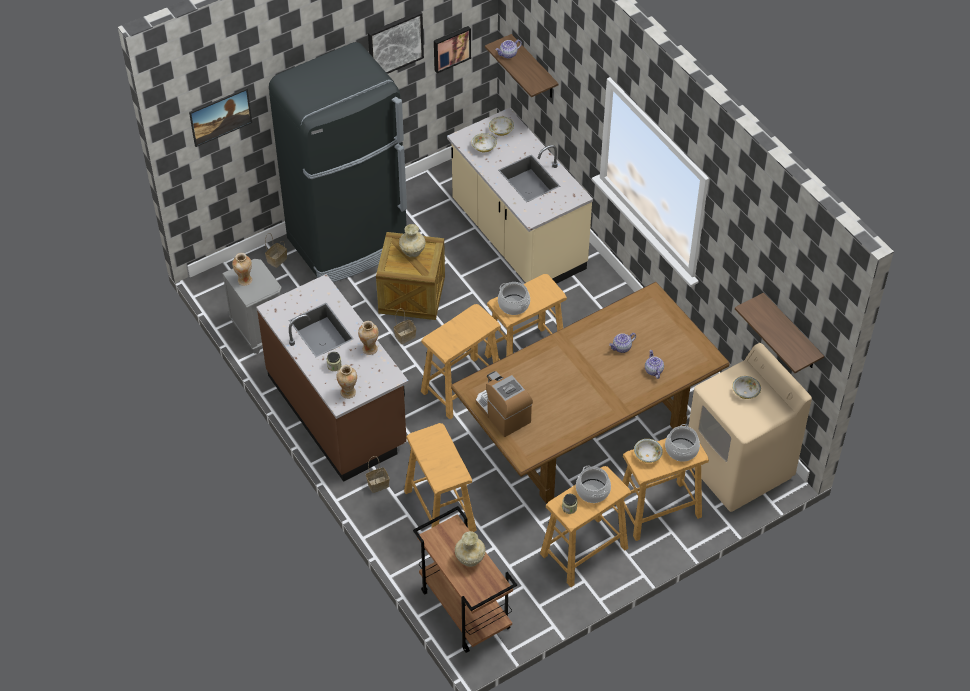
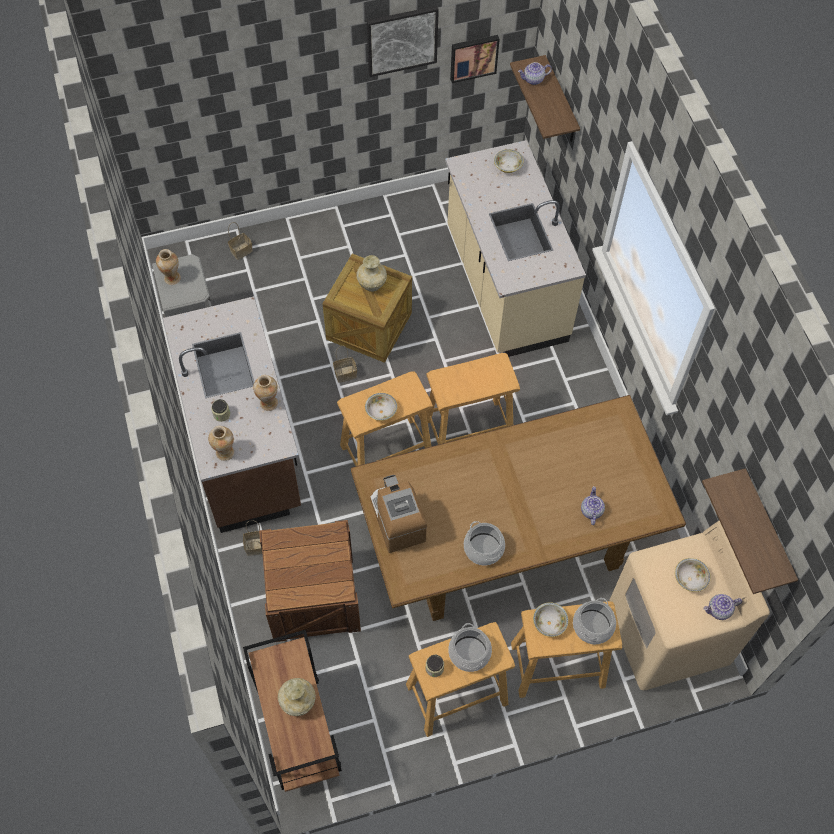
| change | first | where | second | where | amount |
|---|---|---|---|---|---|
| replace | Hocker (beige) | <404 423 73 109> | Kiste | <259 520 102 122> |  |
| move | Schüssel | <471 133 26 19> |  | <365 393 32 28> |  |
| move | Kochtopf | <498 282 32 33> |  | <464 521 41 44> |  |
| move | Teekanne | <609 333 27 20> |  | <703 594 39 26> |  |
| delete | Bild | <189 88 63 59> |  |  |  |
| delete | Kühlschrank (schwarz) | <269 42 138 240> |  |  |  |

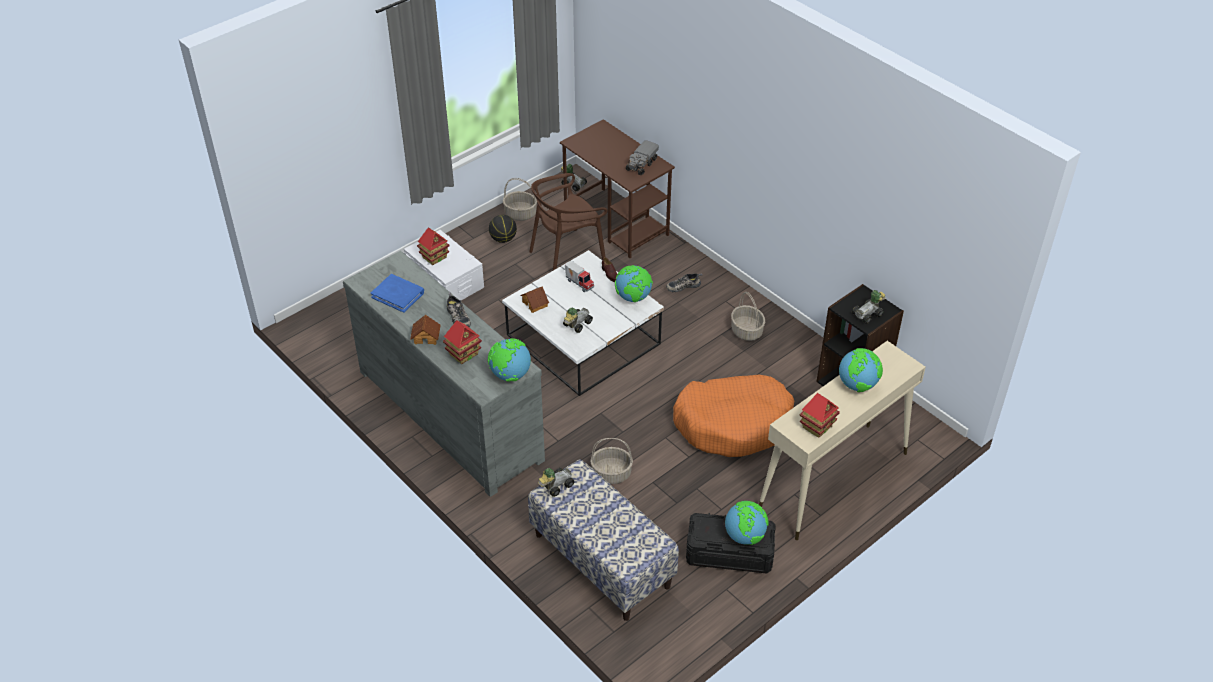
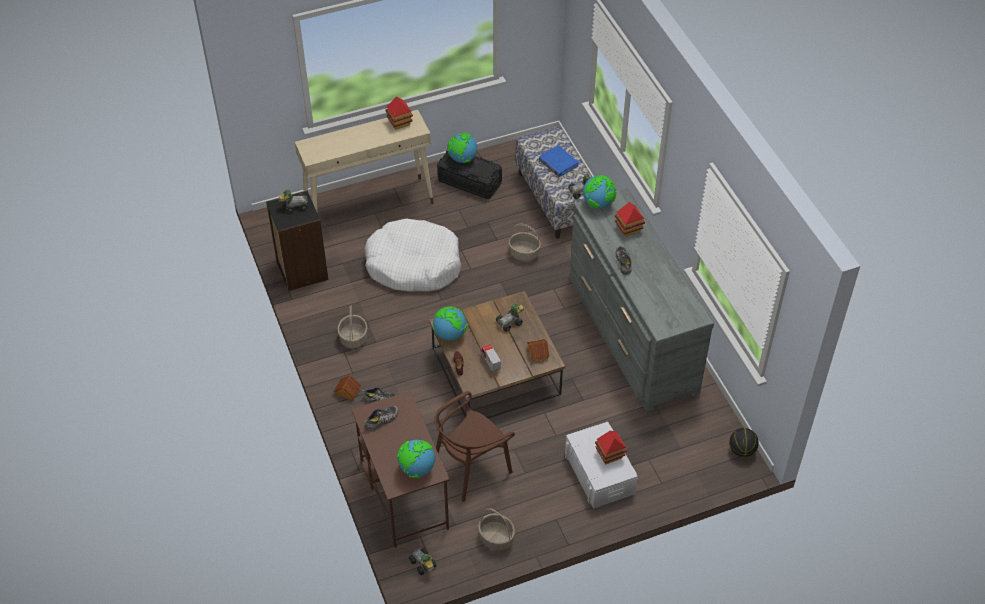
| change | first | where | second | where | amount |
|---|---|---|---|---|---|
| move | Spielzeughaus | <410 314 31 31> |  | <334 375 27 25> |  |
| recolor | Hundebett (orange) | <673 375 121 82> | Hundebett (weiß) | <364 218 97 74> |  |
| replace | Spielzeuglaster | <626 140 33 35> | Schuh | <364 406 35 24> |  |
| move | Globus | <839 348 44 44> |  | <397 440 38 38> |  |
| recolor | Couchtisch (weiß) | <502 250 162 146> | Couchtisch (braun) | <429 291 136 127> |  |
| rotate | Stuhl (braun) | <529 173 78 97> |  | <434 391 81 111> | 150 degrees clockwise |
| move | Buch (blau) | <371 274 53 39> |  | <539 145 40 32> |  |
| move | Basketball | <489 215 28 28> |  | <729 428 30 29> |  |

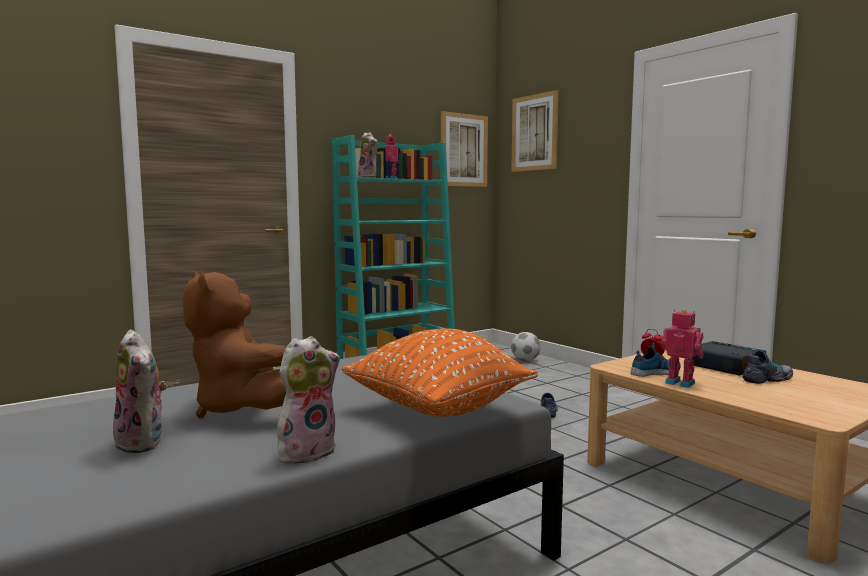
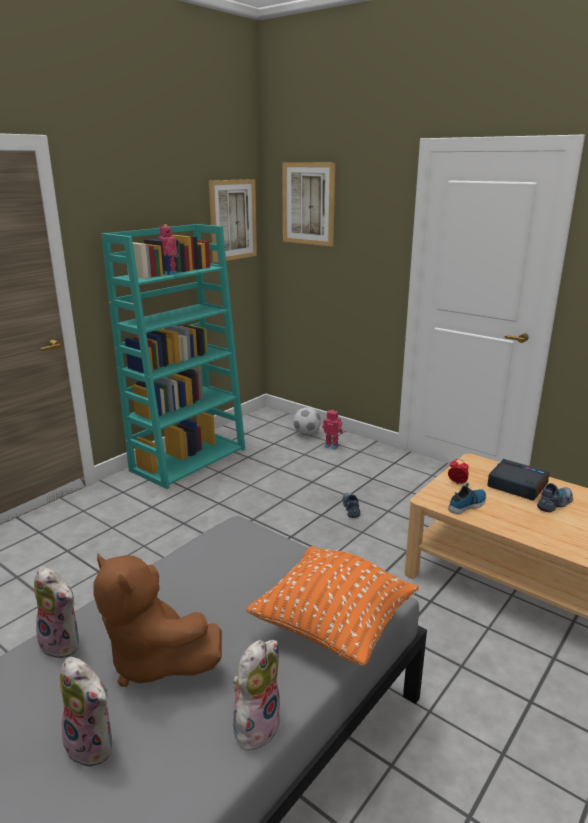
| change | first | where | second | where | amount |
|---|---|---|---|---|---|
| move | Plüschtier | <358 132 20 46> |  | <34 566 45 93> |  |
| move | Spielzeugroboter | <661 309 42 79> |  | <322 410 21 40> |  |

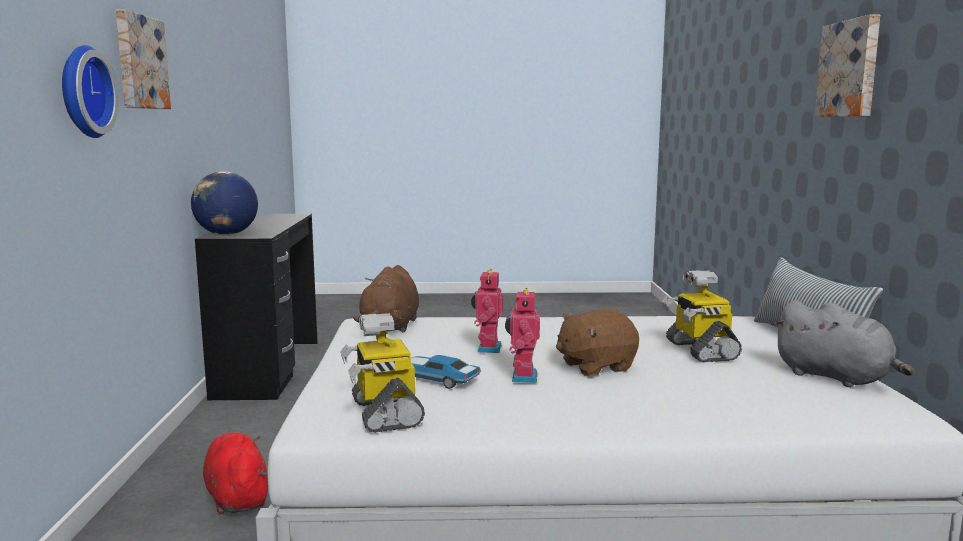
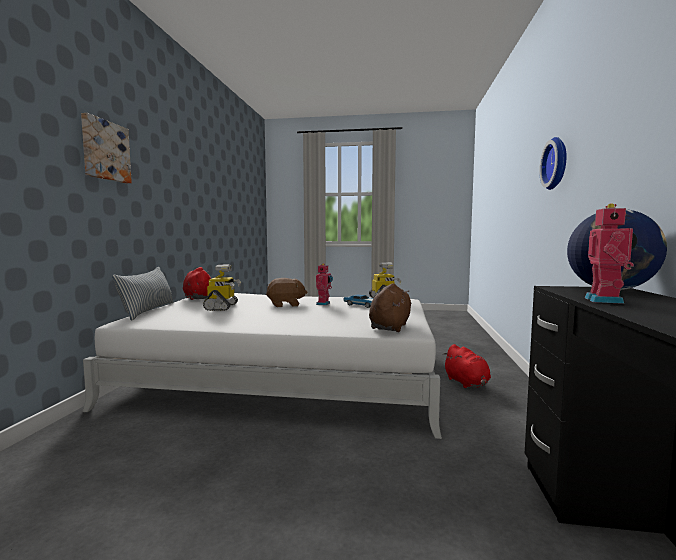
| change | first | where | second | where | amount |
|---|---|---|---|---|---|
| recolor | Plüschtier (grau) | <773 300 141 87> | Plüschtier (rot) | <183 267 28 33> |  |
| move | Spielzeugroboter | <471 269 32 84> |  | <585 203 53 101> |  |
| delete | Bild | <116 10 55 99> |  |  |  |

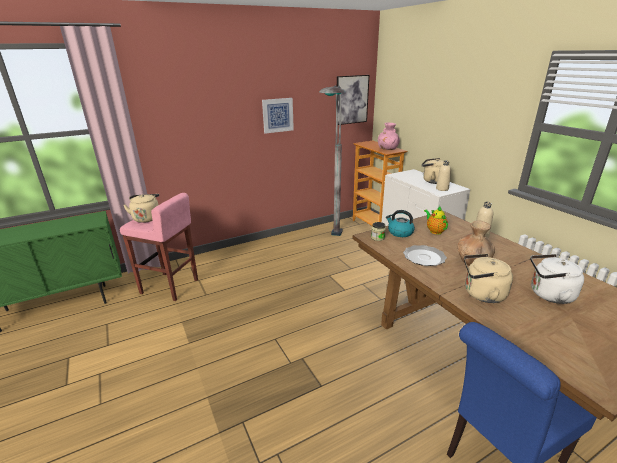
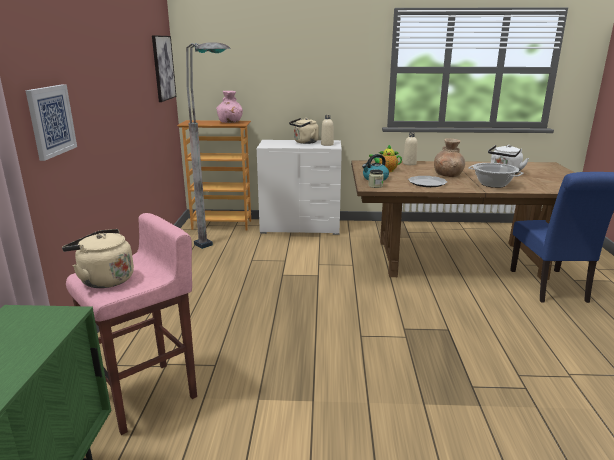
| change | first | where | second | where | amount |
|---|---|---|---|---|---|
| move | Bild | <262 98 32 36> |  | <25 84 52 77> |  |
| replace | Wasserkessel (beige) | <464 253 49 50> | Kochtopf | <468 163 55 25> |  |

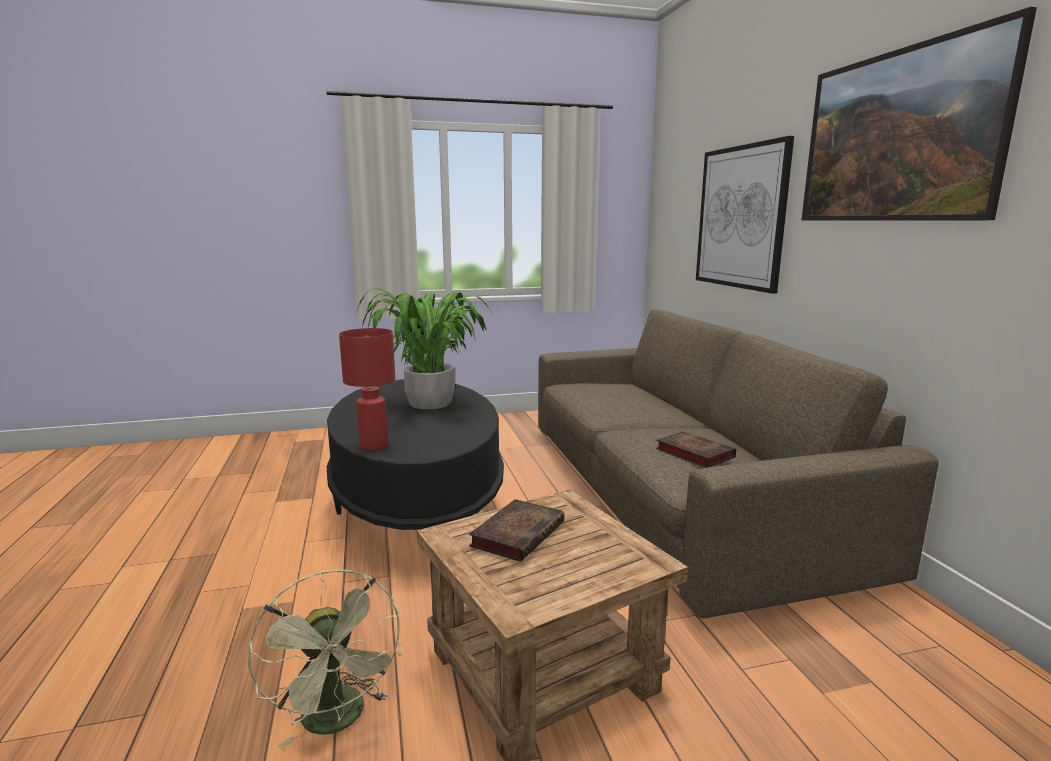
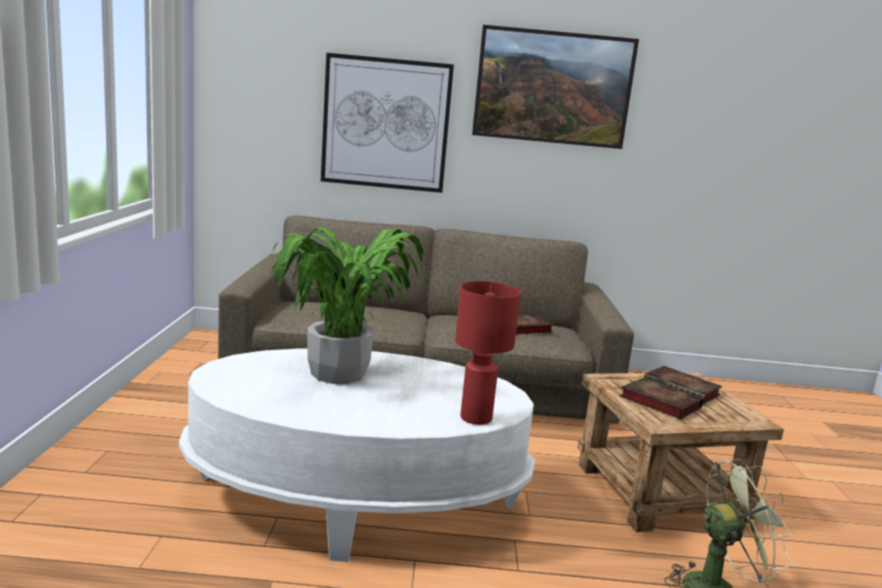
| change | first | where | second | where | amount |
|---|---|---|---|---|---|
| recolor | Couchtisch (schwarz) | <327 379 177 151> | Couchtisch (weiß) | <179 348 356 214> |  |
| insert |  |  | Buch | <644 366 78 38> |  |

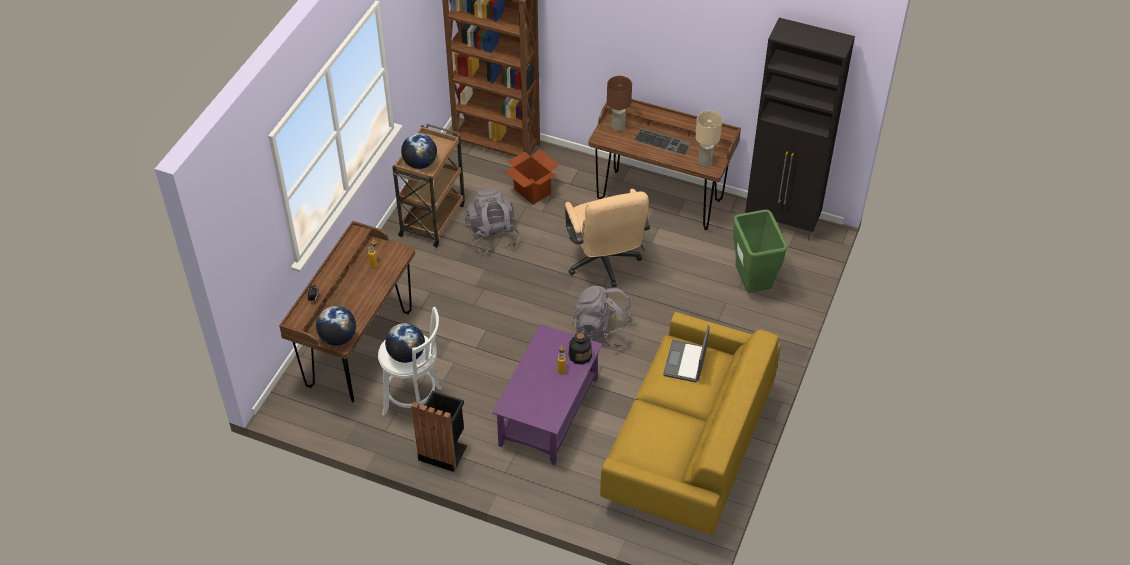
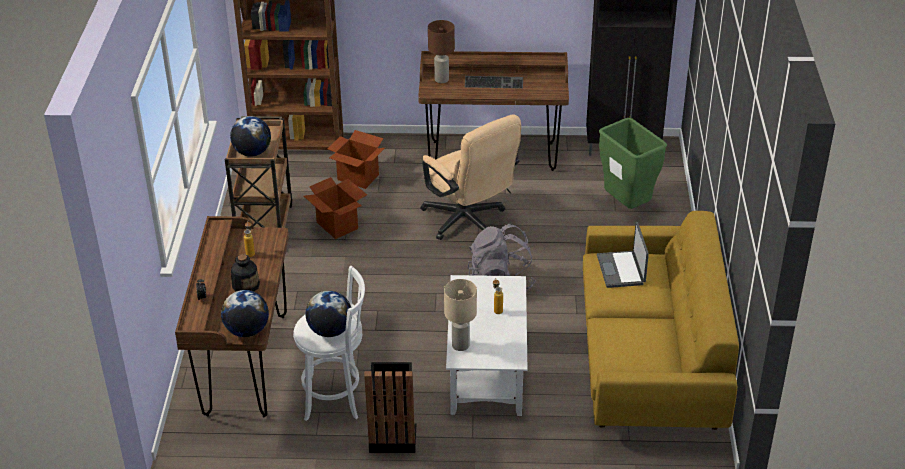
| change | first | where | second | where | amount |
|---|---|---|---|---|---|
| move | Flasche | <569 332 23 33> |  | <231 254 29 38> |  |
| replace | Rucksack (grau) | <464 188 56 66> | Karton | <304 177 63 62> |  |
| move | Tischlampe (beige) | <695 111 27 56> |  | <444 279 33 72> |  |
| recolor | Couchtisch (lila) | <492 324 110 141> | Couchtisch (weiß) | <446 275 82 141> |  |

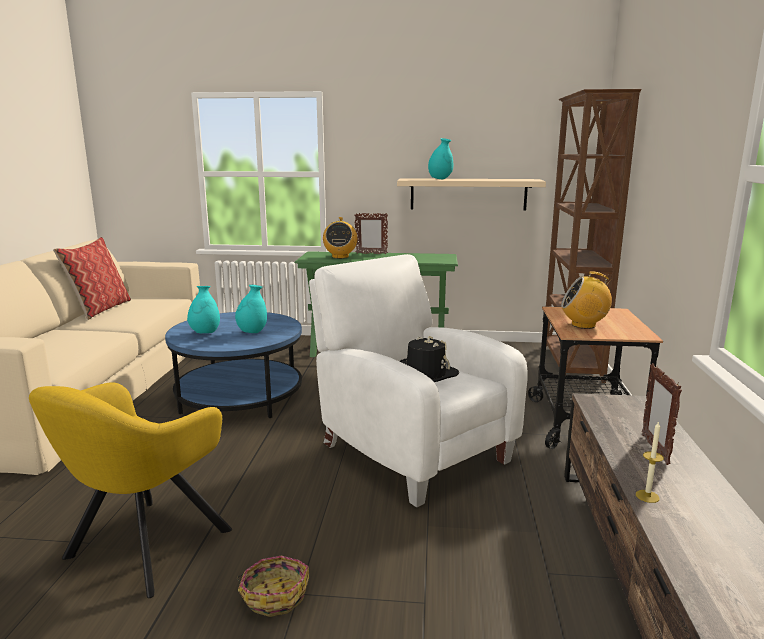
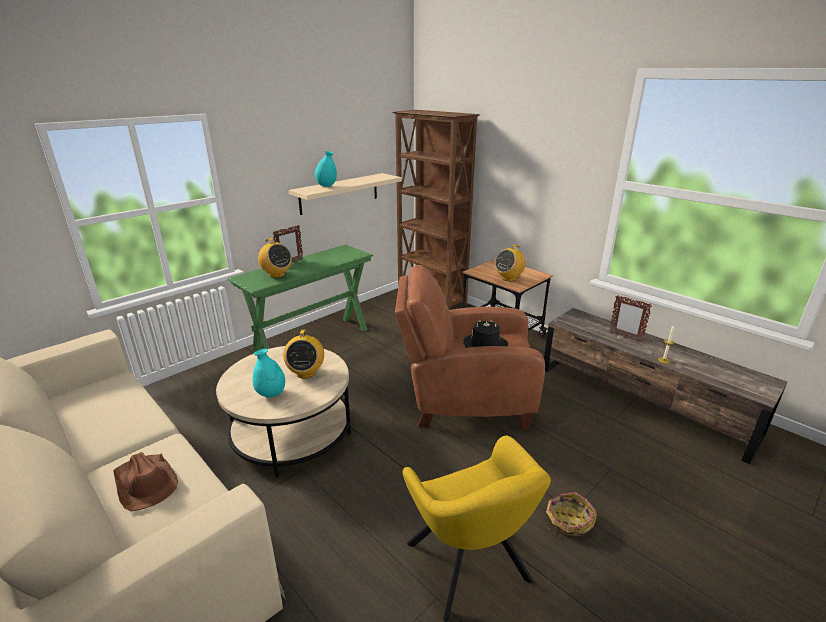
| change | first | where | second | where | amount |
|---|---|---|---|---|---|
| insert |  |  | Hut (braun) | <113 452 65 60> |  |
| recolor | Couchtisch (blau) | <165 312 137 106> | Couchtisch (beige) | <216 346 135 132> |  |
| replace | Vase (türkis) | <235 285 32 48> | Radio | <283 330 41 49> |  |
| recolor | Sessel (weiß) | <309 254 219 253> | Sessel (braun) | <395 265 150 164> |  |
| delete | Kissen | <53 237 78 83> |  |  |  |

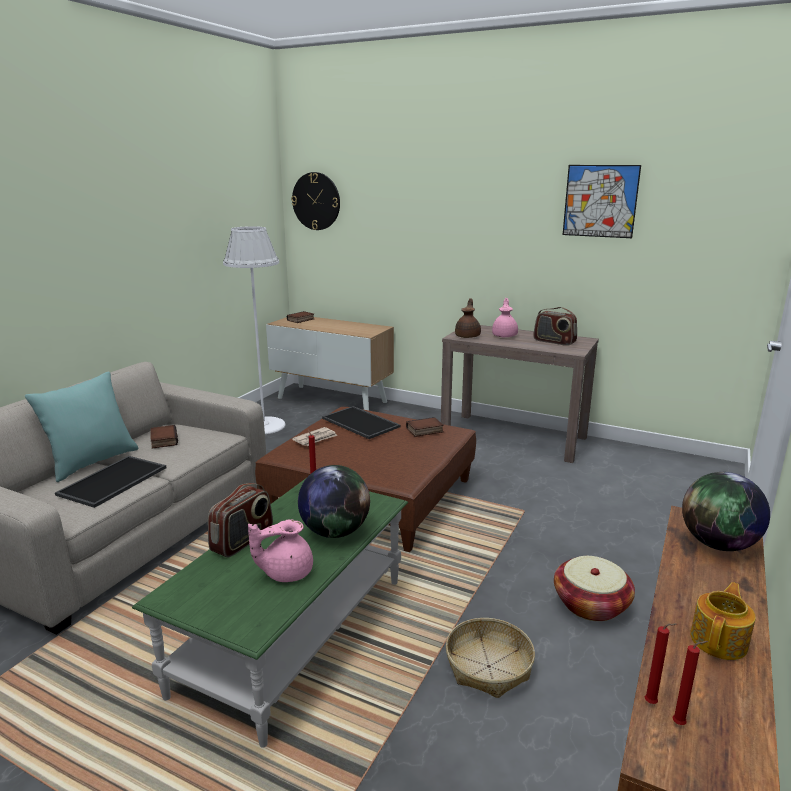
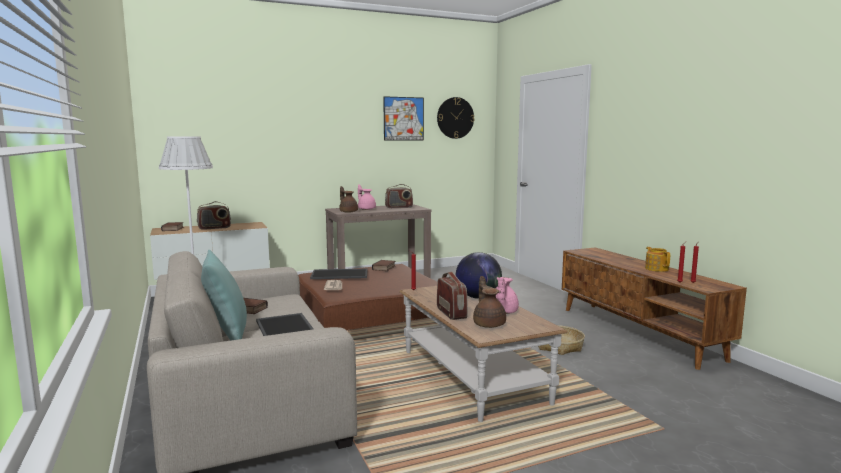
| change | first | where | second | where | amount |
|---|---|---|---|---|---|
| insert |  |  | Radio | <197 201 34 29> |  |
| recolor | Couchtisch (grün) | <132 479 276 269> | Couchtisch (braun) | <399 286 169 136> |  |
| move | Wanduhr | <291 172 49 58> |  | <437 97 37 42> |  |
| insert |  |  | Teekanne (braun) | <473 276 33 52> |  |
| delete | Korb | <554 556 81 65> |  |  |  |
| delete | Globus | <682 472 88 79> |  |  |  |

